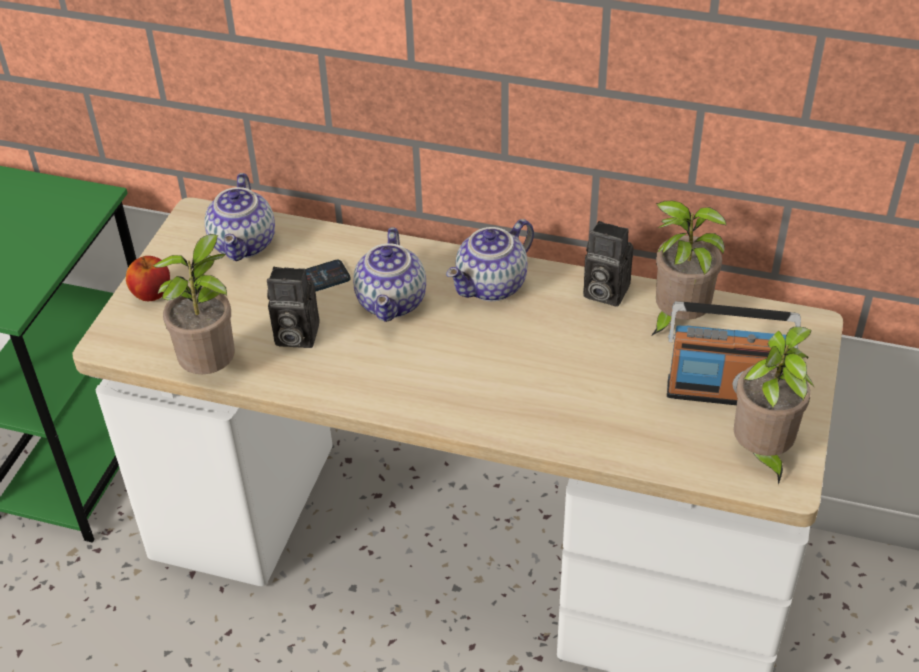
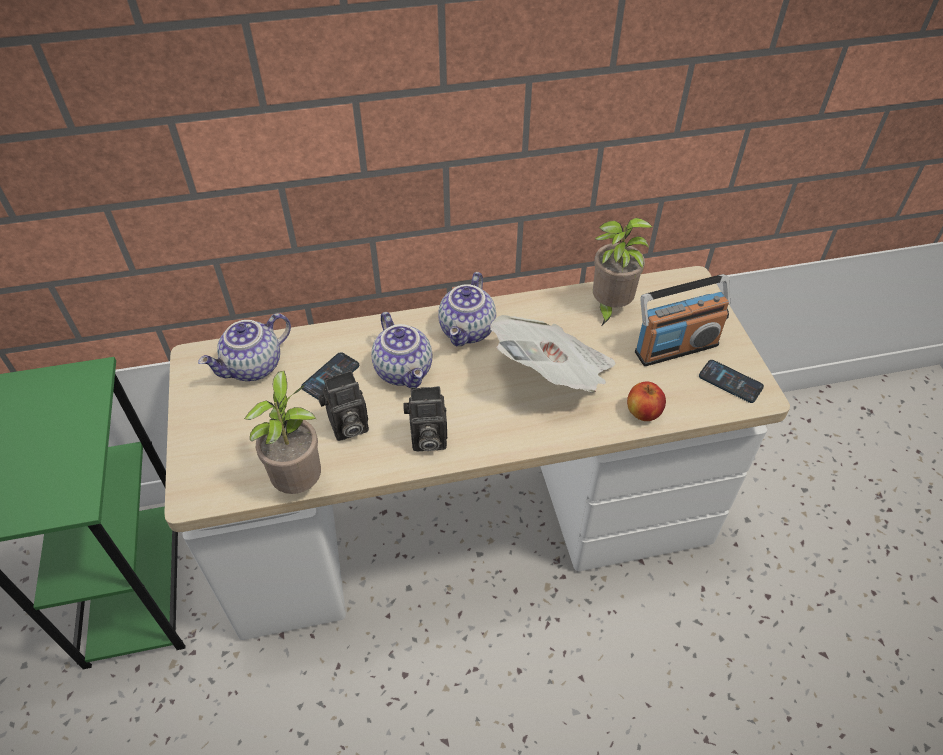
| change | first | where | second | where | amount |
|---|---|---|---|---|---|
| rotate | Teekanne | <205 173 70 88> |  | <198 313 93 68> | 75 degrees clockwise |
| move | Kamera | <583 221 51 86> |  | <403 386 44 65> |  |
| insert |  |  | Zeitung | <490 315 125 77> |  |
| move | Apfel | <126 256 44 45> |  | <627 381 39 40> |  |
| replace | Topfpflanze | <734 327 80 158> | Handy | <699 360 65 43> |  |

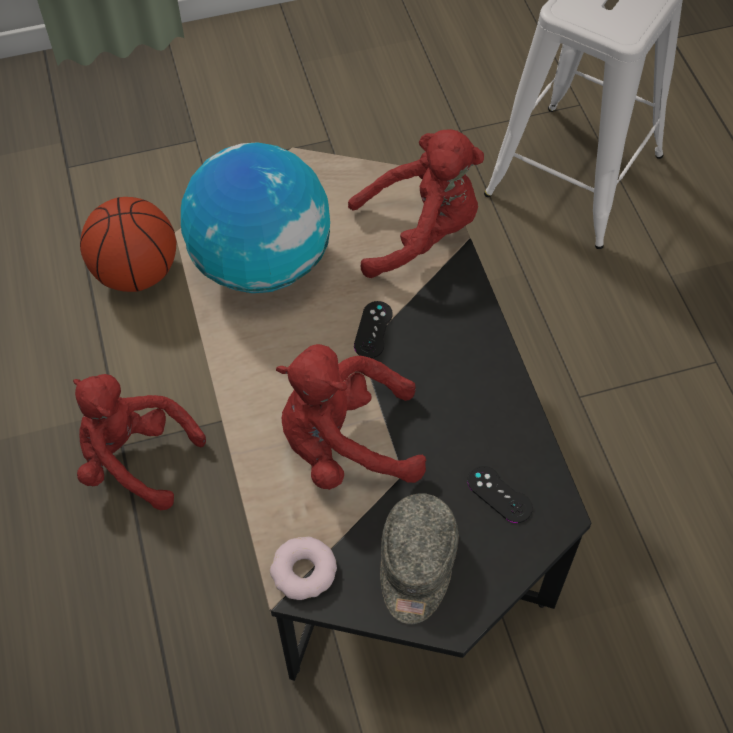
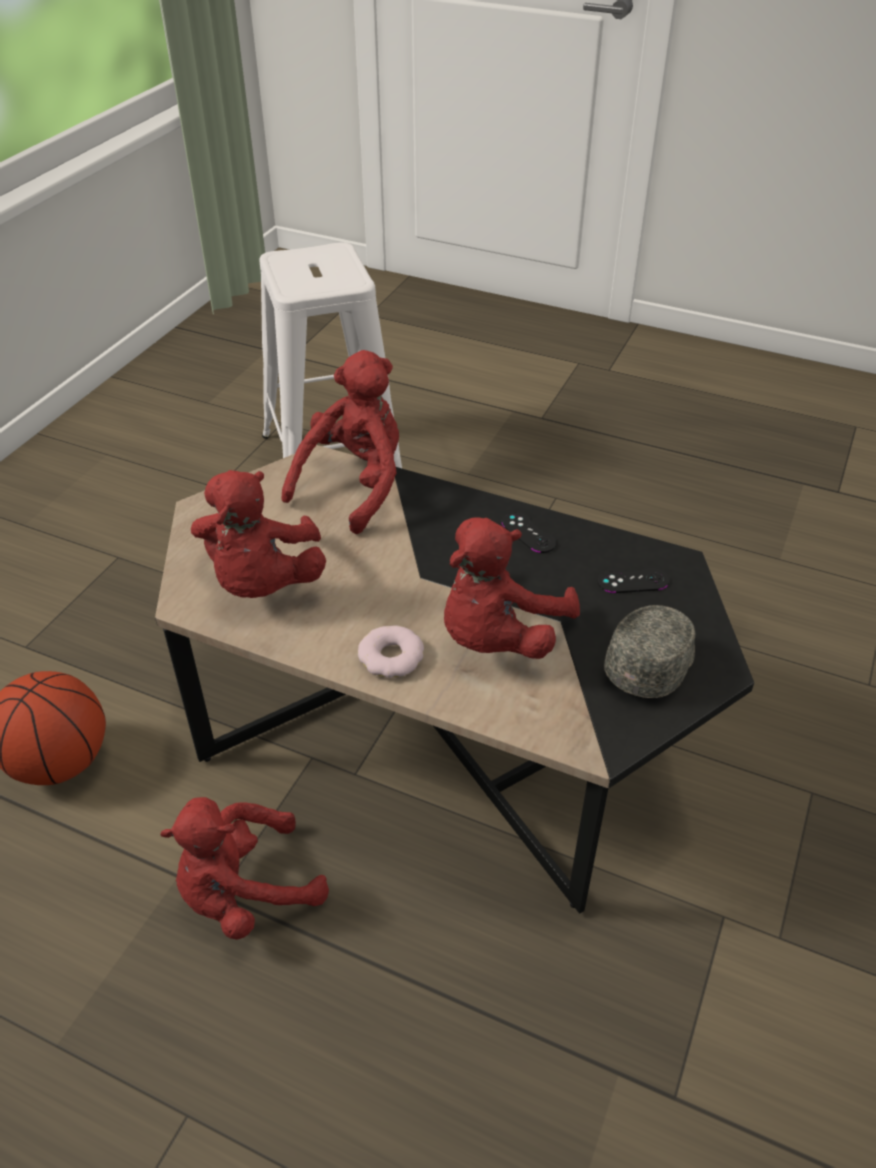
| change | first | where | second | where | amount |
|---|---|---|---|---|---|
| replace | Globus | <181 142 149 151> | Plüschtier (rot) | <191 470 135 128> |  |
| move | Donut | <270 537 67 63> |  | <358 625 66 53> |  |
| move | Gamepad (schwarz) | <354 301 39 57> |  | <502 512 55 41> |  |
| rotate | Kappe (grau) | <380 493 78 131> |  | <604 605 91 93> | 105 degrees counterclockwise |

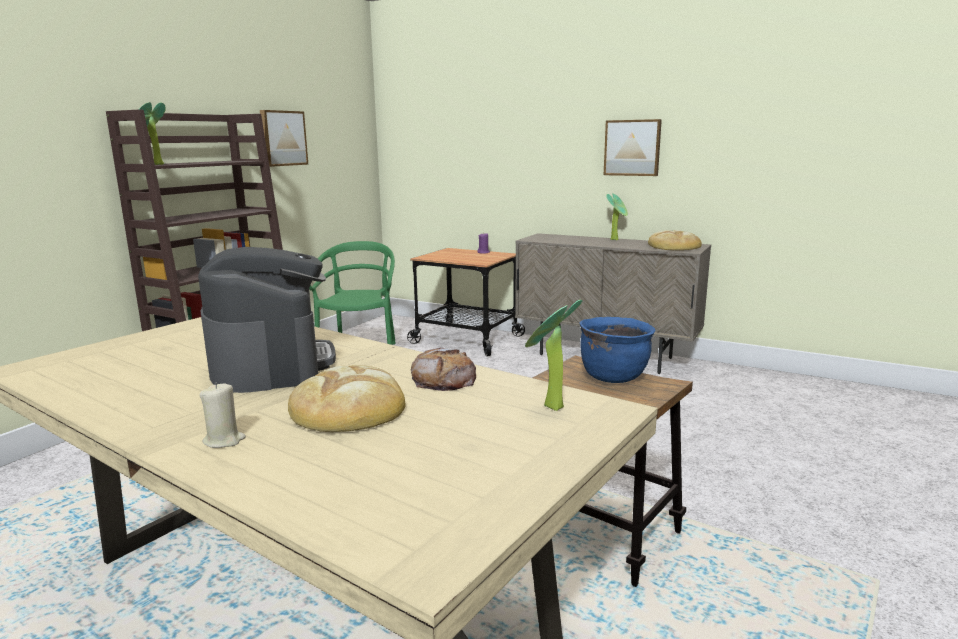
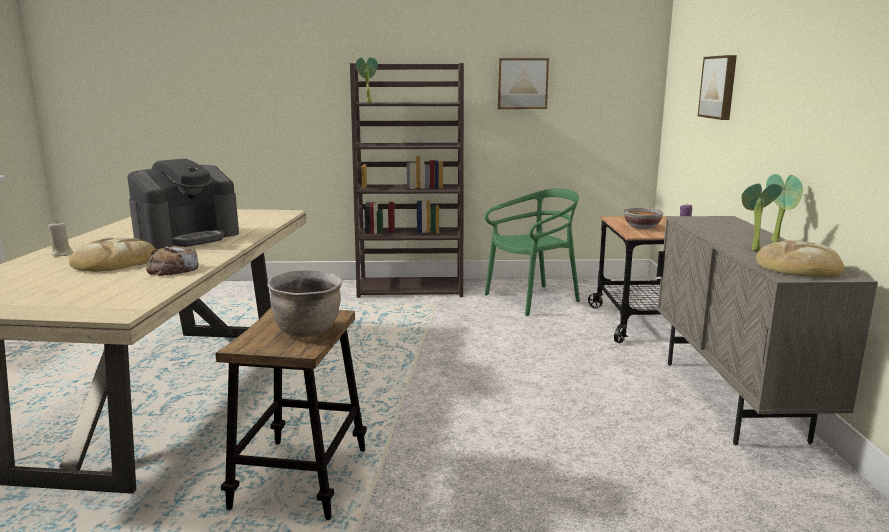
| change | first | where | second | where | amount |
|---|---|---|---|---|---|
| recolor | Kochtopf (blau) | <580 317 75 66> | Kochtopf (braun) | <267 270 75 67> |  |
| insert |  |  | Schüssel | <624 208 39 21> |  |
| move | Bild | <604 119 58 57> |  | <698 55 39 65> |  |
| move | Topfpflanze | <525 300 57 111> |  | <742 183 40 68> |  |

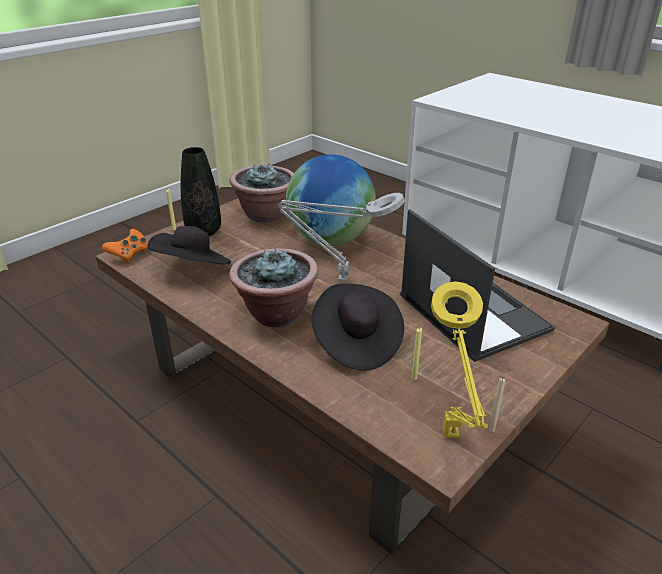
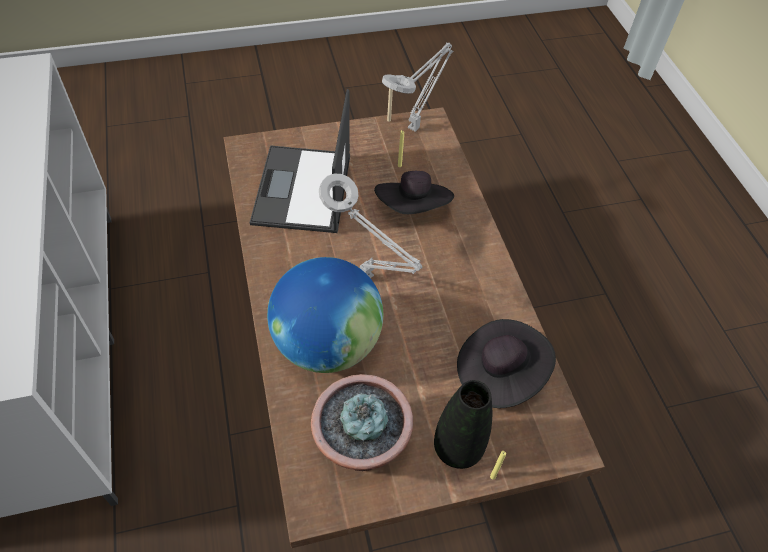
| change | first | where | second | where | amount |
|---|---|---|---|---|---|
| recolor | Tischlampe (gelb) | <431 281 57 157> | Tischlampe (grau) | <382 42 71 90> |  |
| delete | Gamepad (orange) | <102 229 46 34> |  |  |  |
| delete | Topfpflanze | <229 248 89 79> |  |  |  |

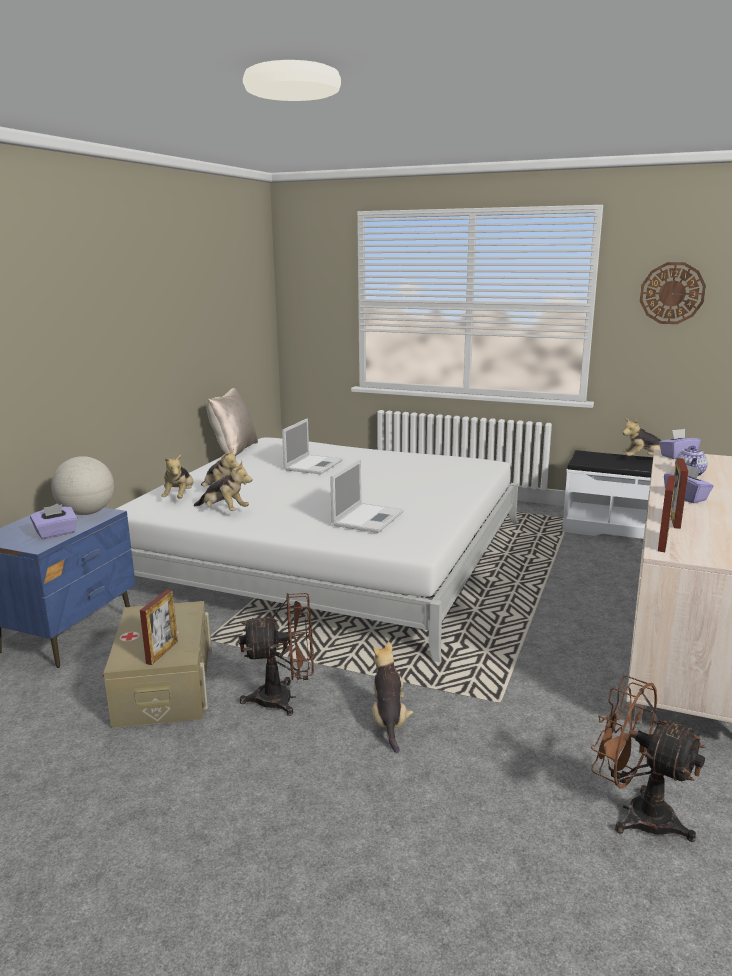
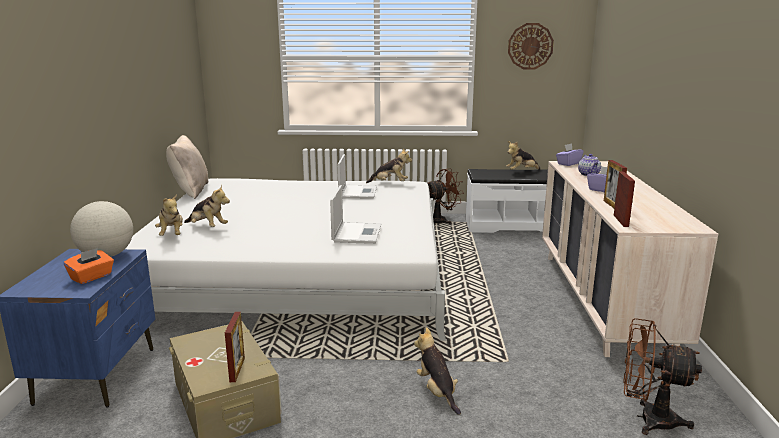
| change | first | where | second | where | amount |
|---|---|---|---|---|---|
| recolor | Taschentuchbox (lila) | <30 504 48 35> | Taschentuchbox (orange) | <64 248 50 36> |  |
| move | Laptop | <282 418 61 56> |  | <338 154 39 45> |  |
| move | Plüschtier | <193 461 59 50> |  | <366 148 46 35> |  |
| move | Ventilator (braun) | <238 593 76 123> |  | <428 168 36 56> |  |

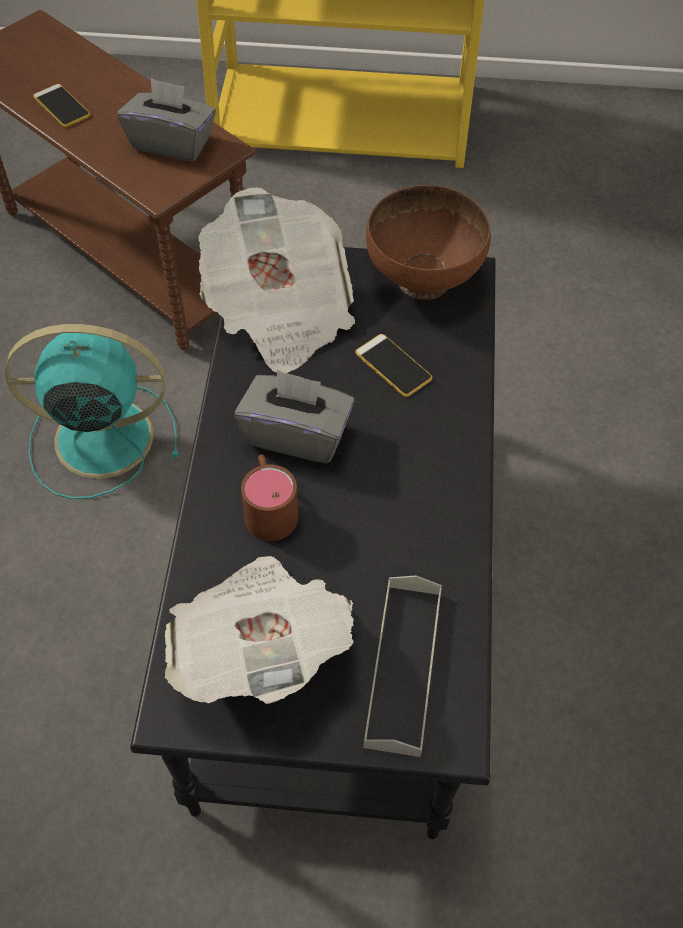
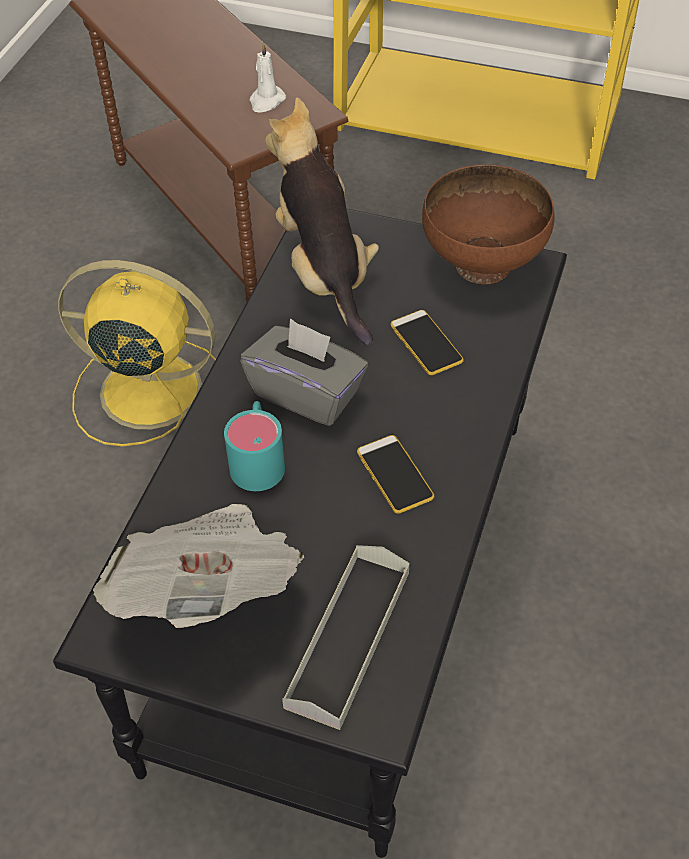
| change | first | where | second | where | amount |
|---|---|---|---|---|---|
| recolor | Ventilator (türkis) | <5 324 173 175> | Ventilator (gelb) | <58 260 158 186> |  |
| recolor | Henkelbecher (braun) | <241 455 57 86> | Henkelbecher (türkis) | <224 401 61 90> |  |
| replace | Taschentuchbox (grau) | <117 78 99 83> | Kerze (weiß) | <249 42 37 71> |  |
| replace | Zeitung | <198 187 157 187> | Plüschtier | <265 98 114 247> |  |
| move | Handy | <33 84 58 43> |  | <357 435 77 79> |  |

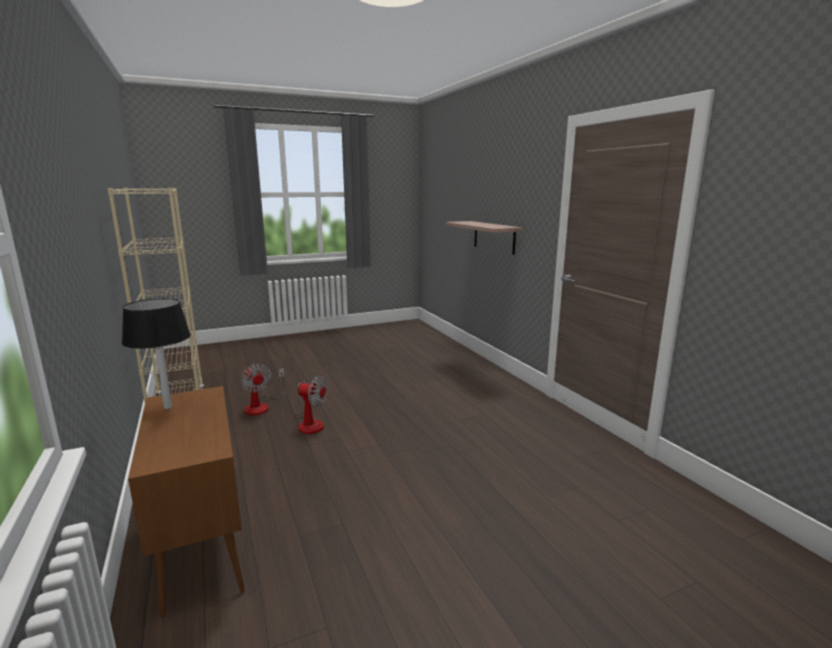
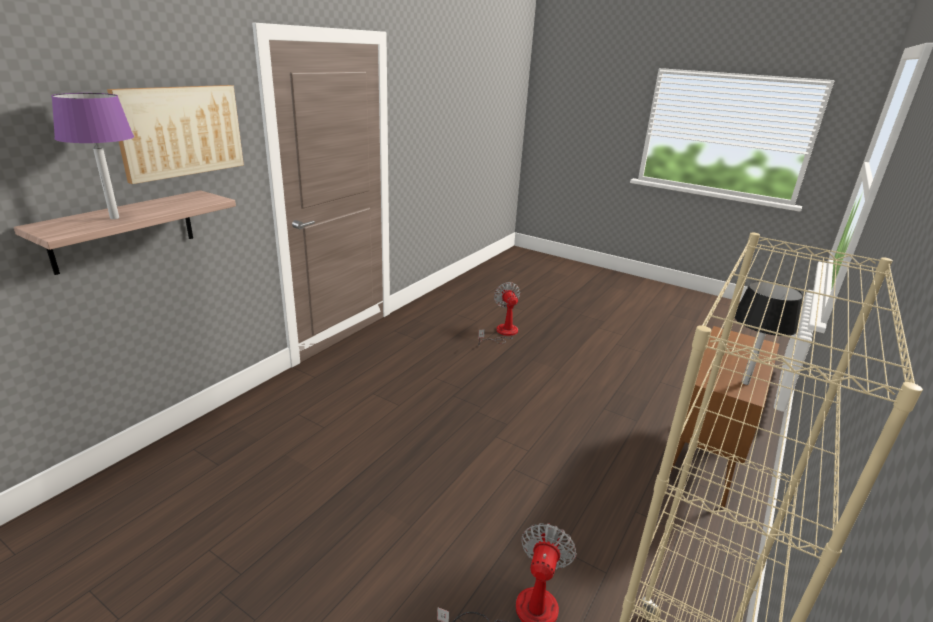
| change | first | where | second | where | amount |
|---|---|---|---|---|---|
| insert |  |  | Tischlampe (lila) | <51 93 83 126> |  |
| insert |  |  | Bild | <107 85 137 99> |  |
| move | Ventilator | <294 376 34 58> |  | <478 282 42 64> |  |

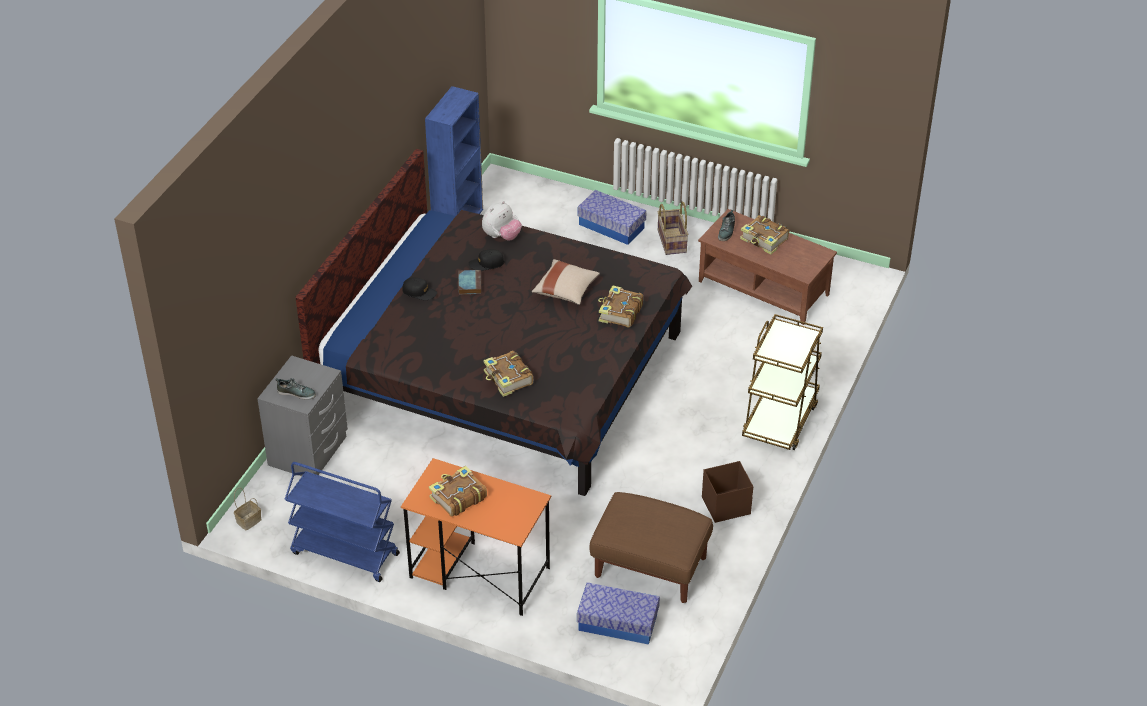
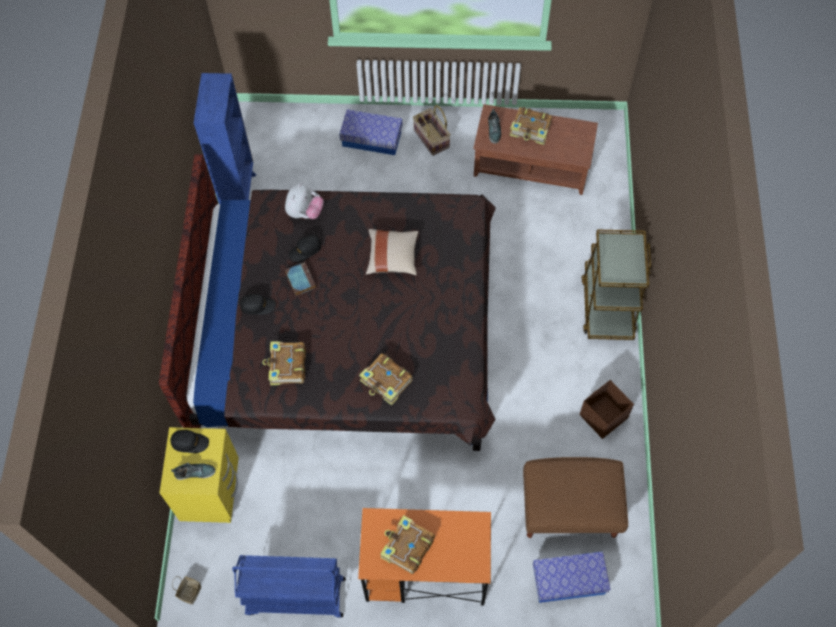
| change | first | where | second | where | amount |
|---|---|---|---|---|---|
| recolor | Nachttisch (grau) | <257 355 91 121> | Nachttisch (gelb) | <160 427 79 96> |  |
| insert |  |  | Kappe (schwarz) | <170 430 39 23> |  |
| move | Buch | <598 285 45 43> |  | <262 341 44 44> |  |

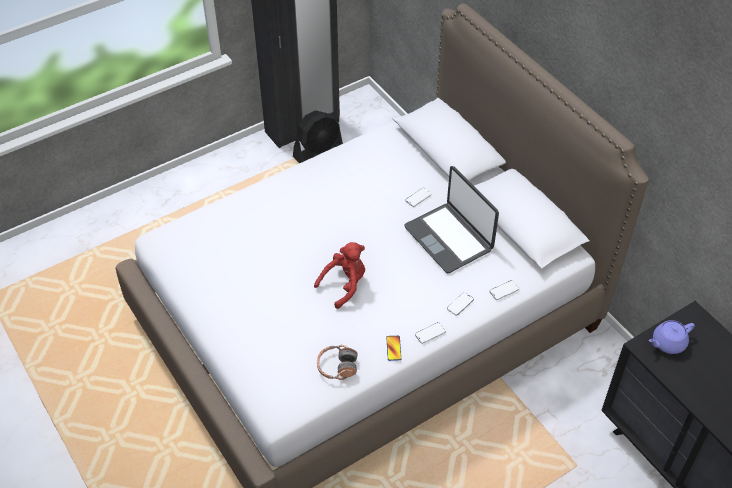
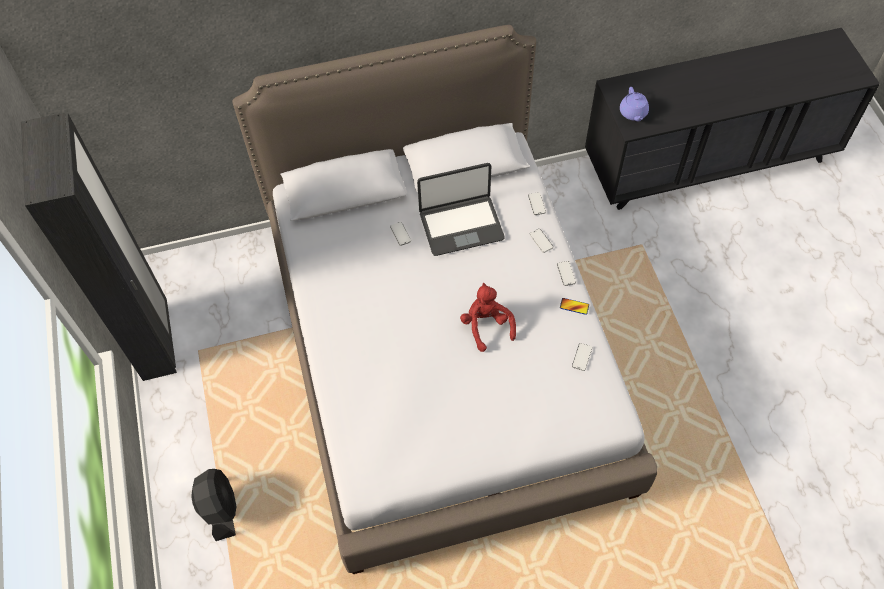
| change | first | where | second | where | amount |
|---|---|---|---|---|---|
| move | Ventilator (schwarz) | <293 110 50 53> |  | <191 469 46 72> |  |
| replace | Kopfhörer | <317 345 41 35> | Handy | <572 343 20 28> |  |

